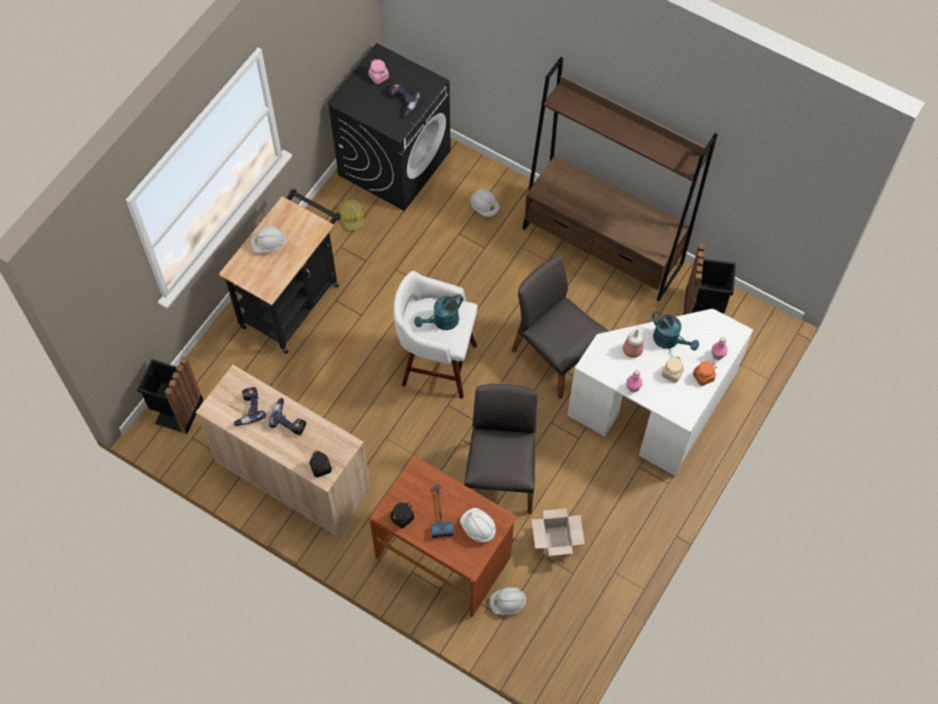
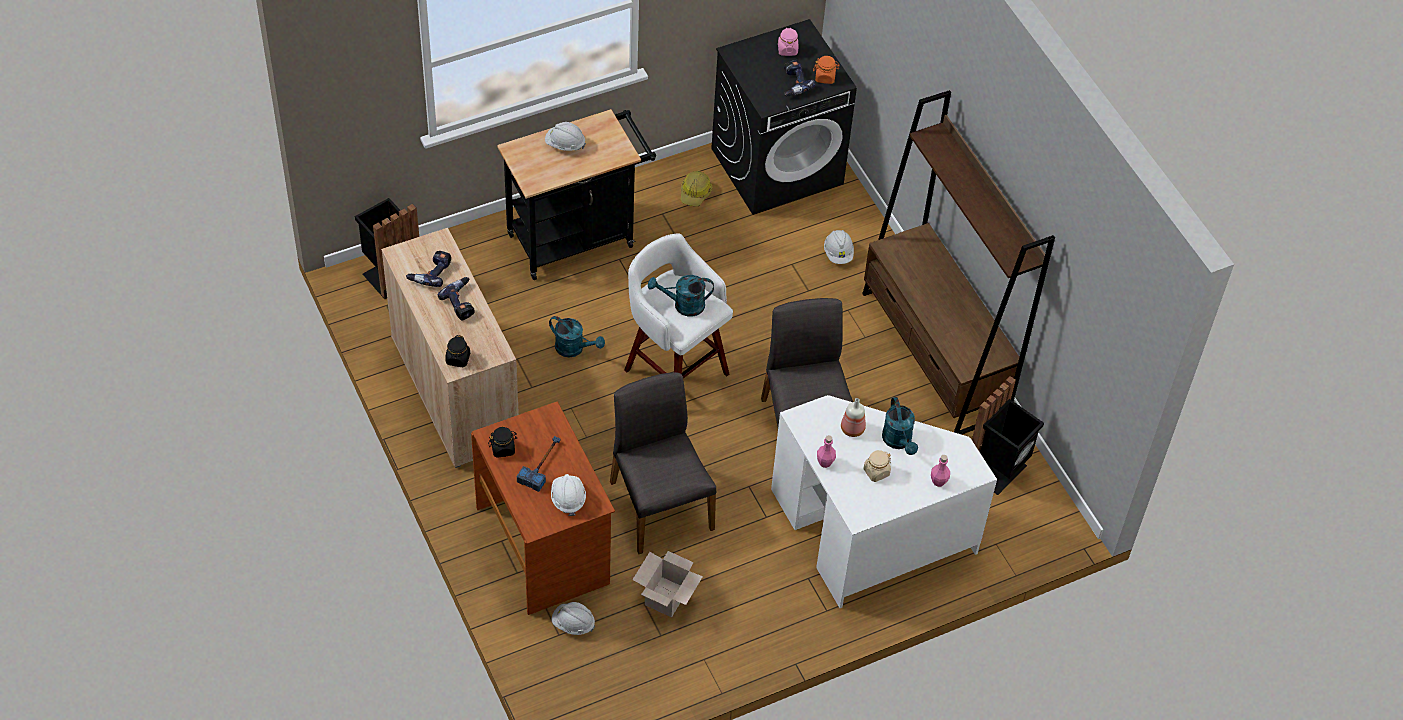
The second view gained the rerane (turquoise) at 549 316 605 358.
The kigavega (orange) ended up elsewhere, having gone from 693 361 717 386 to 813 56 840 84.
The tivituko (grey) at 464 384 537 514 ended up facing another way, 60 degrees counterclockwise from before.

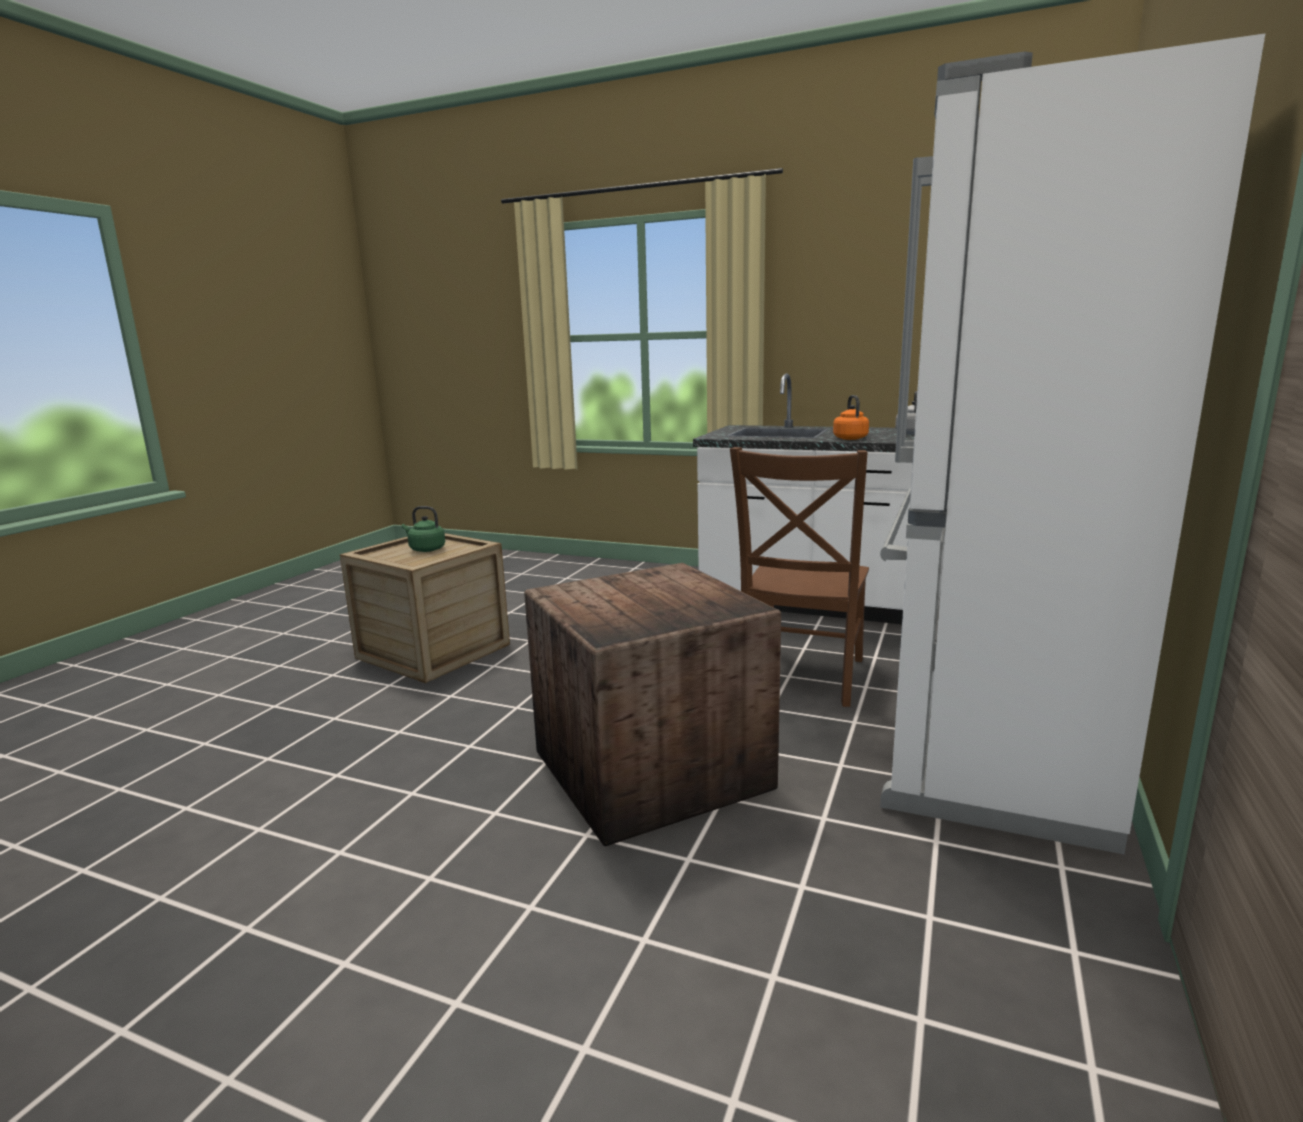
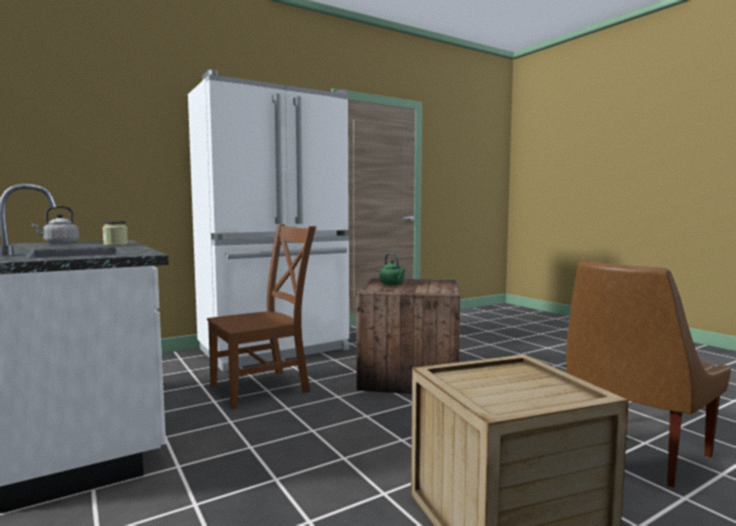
The second view gained the tivituko (brown) at 566 261 731 488.
The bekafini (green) ended up elsewhere, having gone from 402 506 445 552 to 380 253 405 285.
Where the bekafini (orange) stood at 833 395 869 440, the kigavega came to stand at 103 221 128 246.

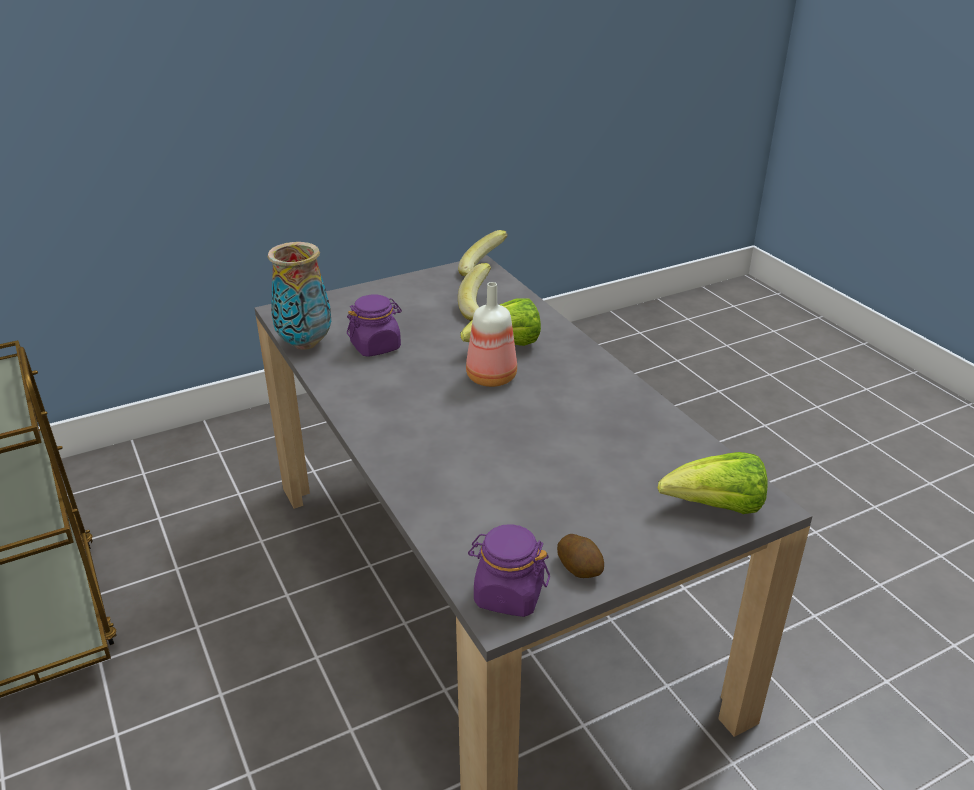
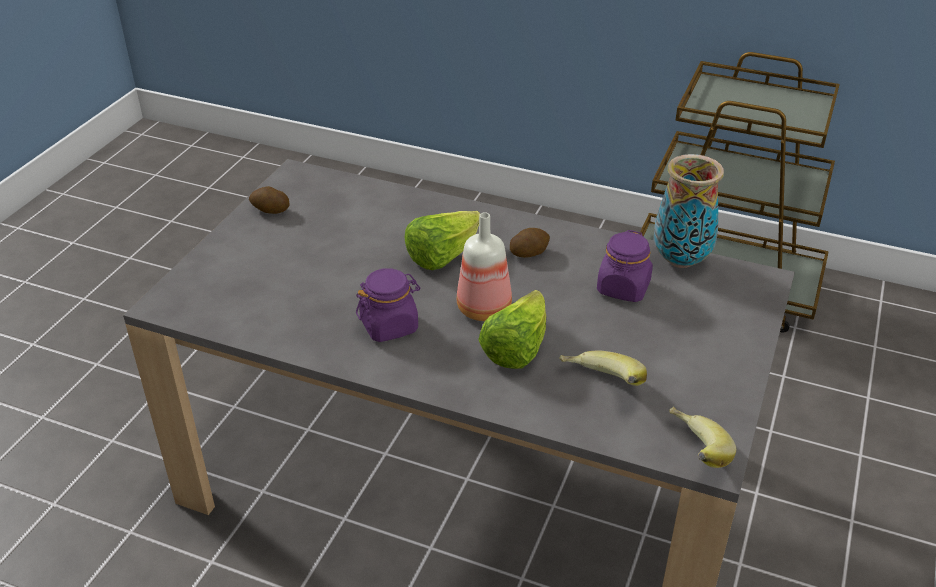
The second view gained the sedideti at 510 228 550 258.
The kigavega (purple) ended up elsewhere, having gone from 468 524 550 617 to 356 268 420 342.
The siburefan ended up elsewhere, having gone from 658 452 768 514 to 404 211 480 270.

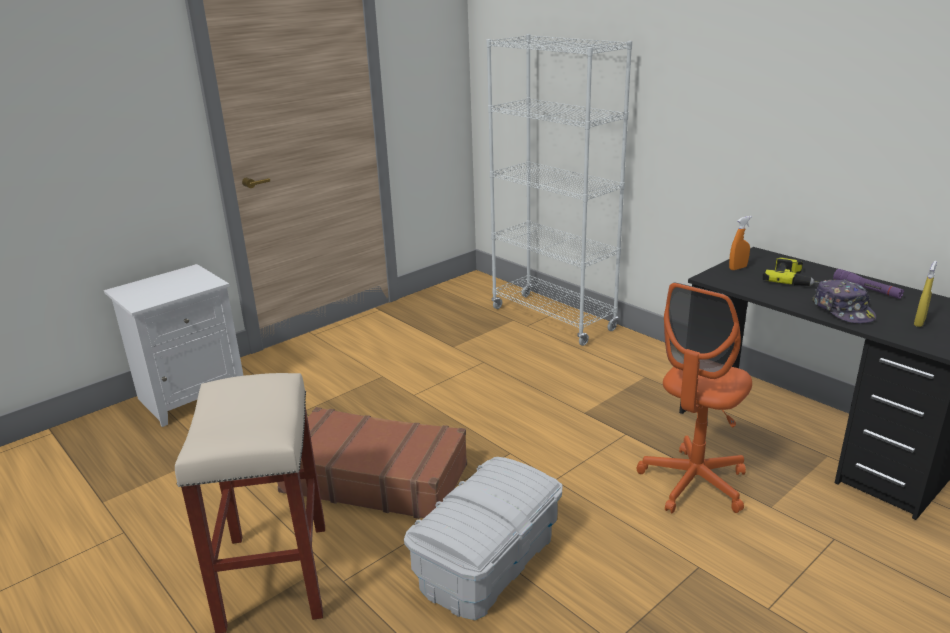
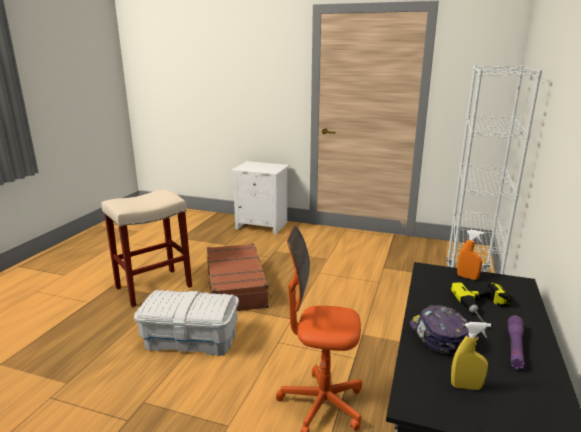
The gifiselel at 812 279 876 324 ended up facing another way, 120 degrees clockwise from before.

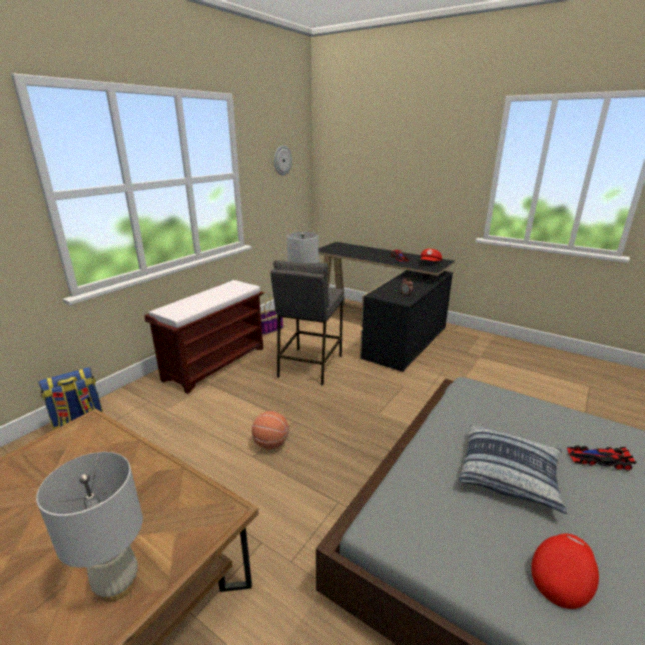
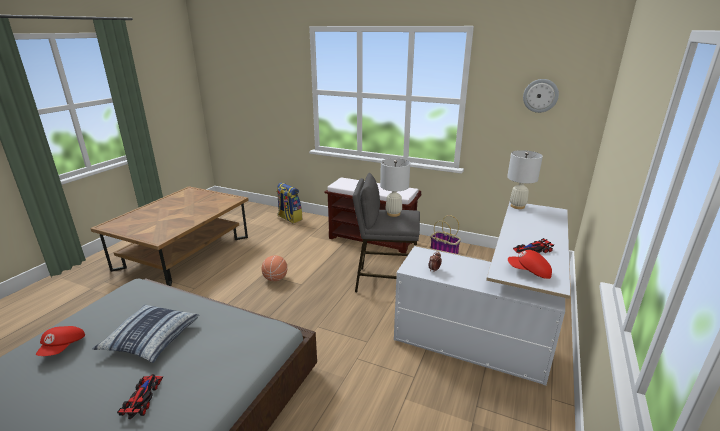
The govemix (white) ended up elsewhere, having gone from 36 452 143 602 to 507 150 543 209.
What was the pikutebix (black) at 318 242 455 372 turned into the pikutebix (white) at 394 202 570 386.
The gifiselel (red) at 531 534 599 609 ended up facing another way, 60 degrees clockwise from before.

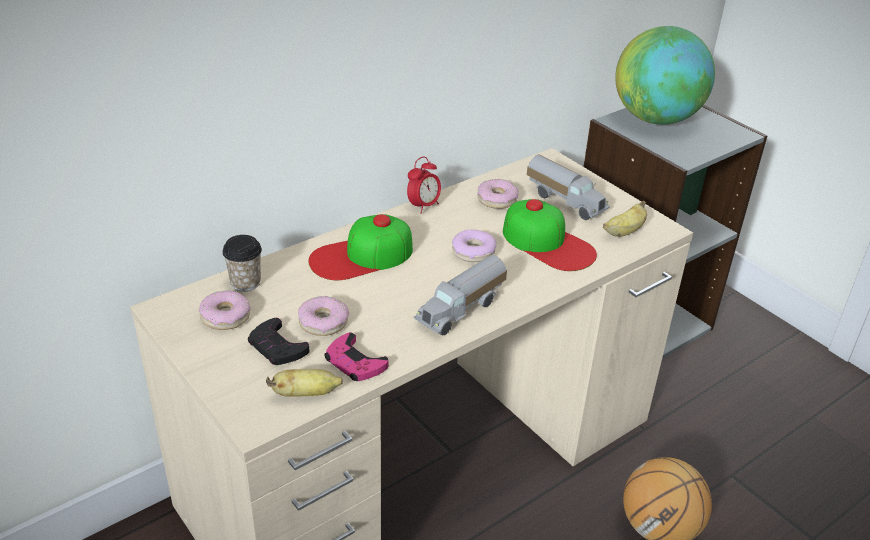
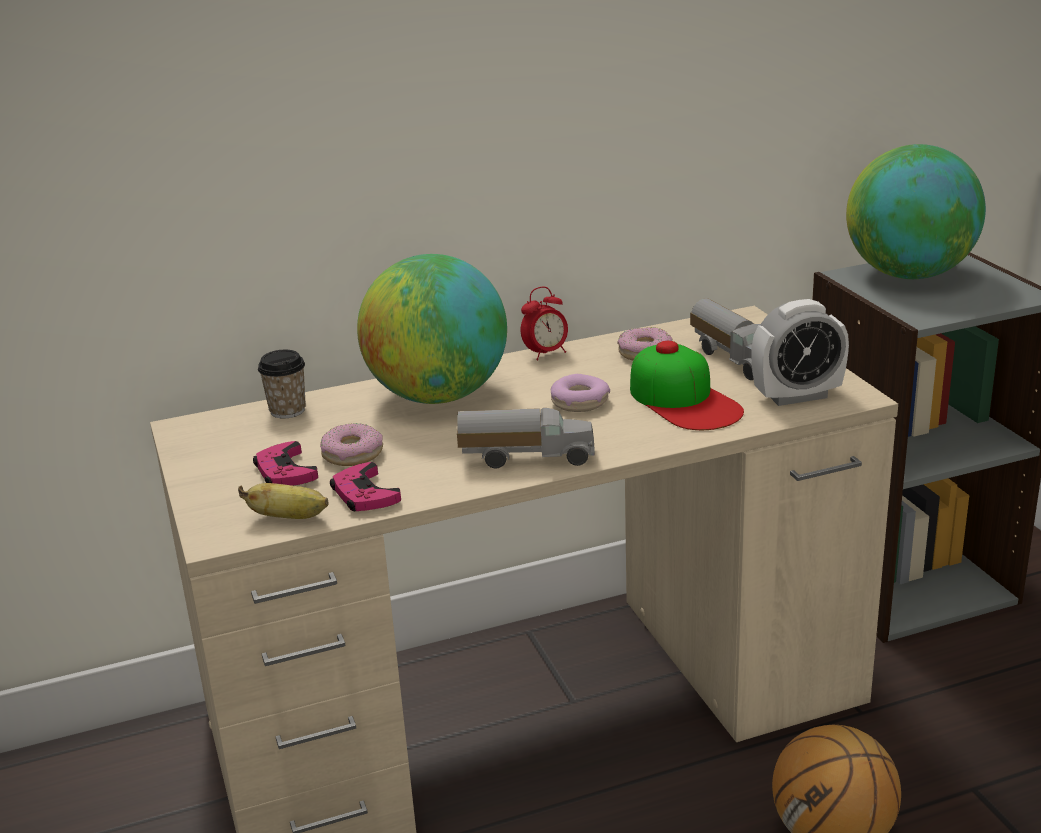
The second view lost the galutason at 199 290 250 330.
Where the gifiselel stood at 308 214 413 280, the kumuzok came to stand at 357 254 507 404.
Where the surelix stood at 603 201 647 237, the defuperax came to stand at 751 299 849 406.
What was the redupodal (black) at 248 318 310 365 turned into the redupodal (pink) at 253 441 318 486.
The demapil at 414 255 507 335 ended up facing another way, 150 degrees counterclockwise from before.

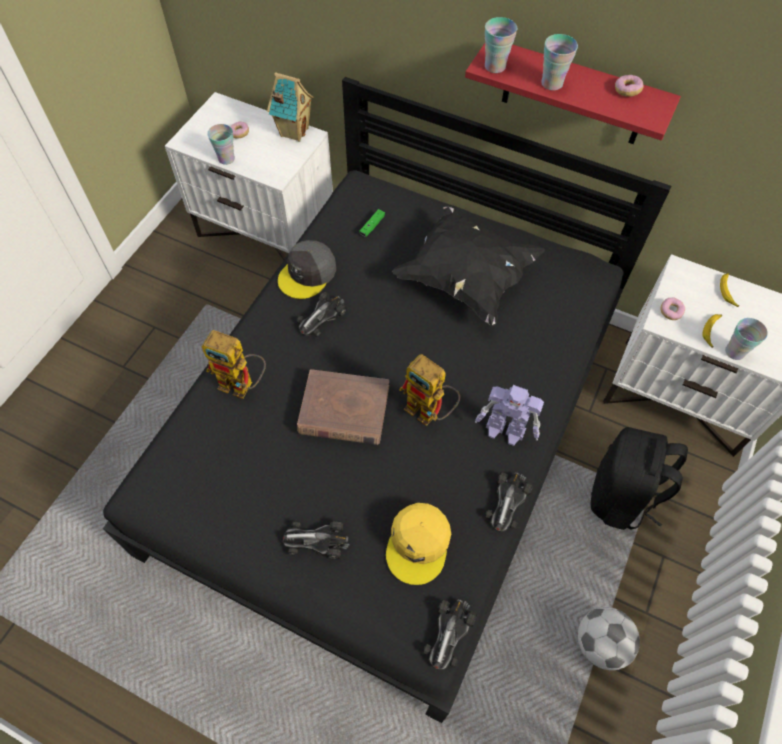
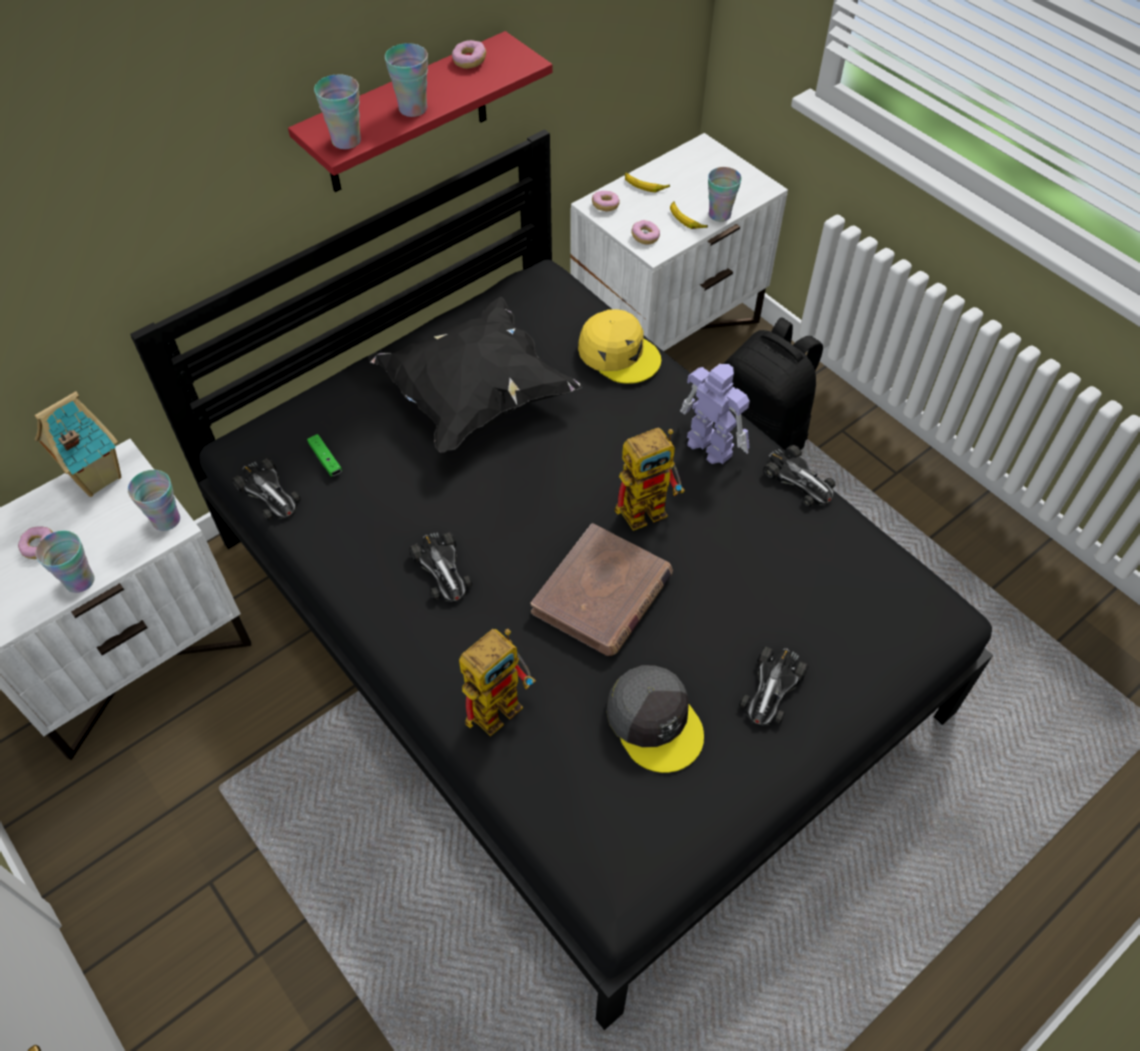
The second view lost the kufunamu at 578 607 640 670.
The second view gained the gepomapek at 128 470 180 531.
The second view gained the galutason at 592 191 620 212.
The gifiselel (grey) ended up elsewhere, having gone from 278 240 336 299 to 606 665 704 773.
The gifiselel (yellow) ended up elsewhere, having gone from 386 503 451 585 to 578 309 661 384.
The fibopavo ended up elsewhere, having gone from 423 599 477 670 to 232 458 301 521.
The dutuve at 475 385 544 446 ended up facing another way, 90 degrees counterclockwise from before.

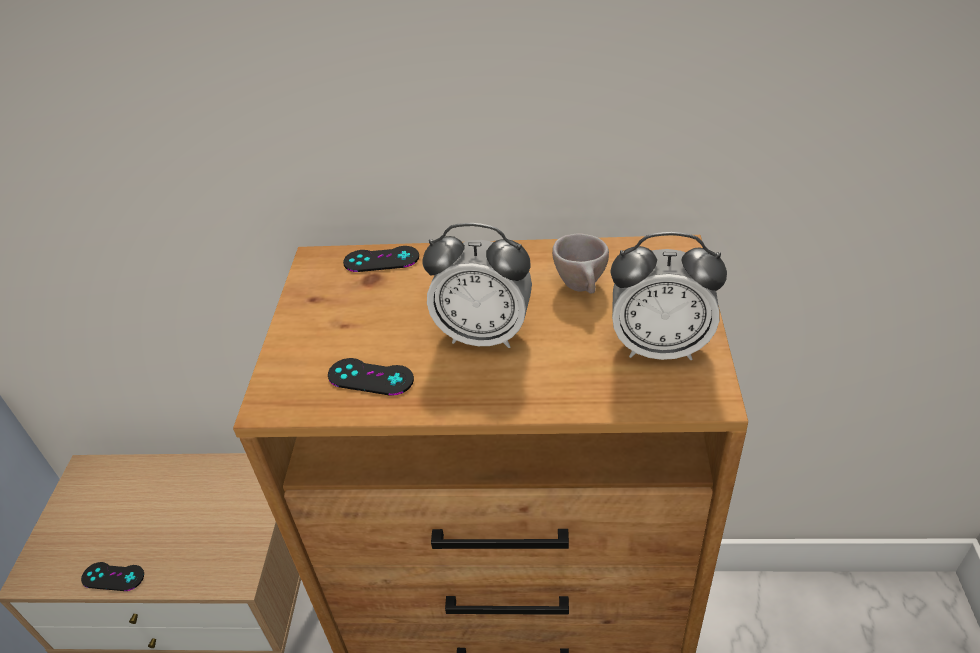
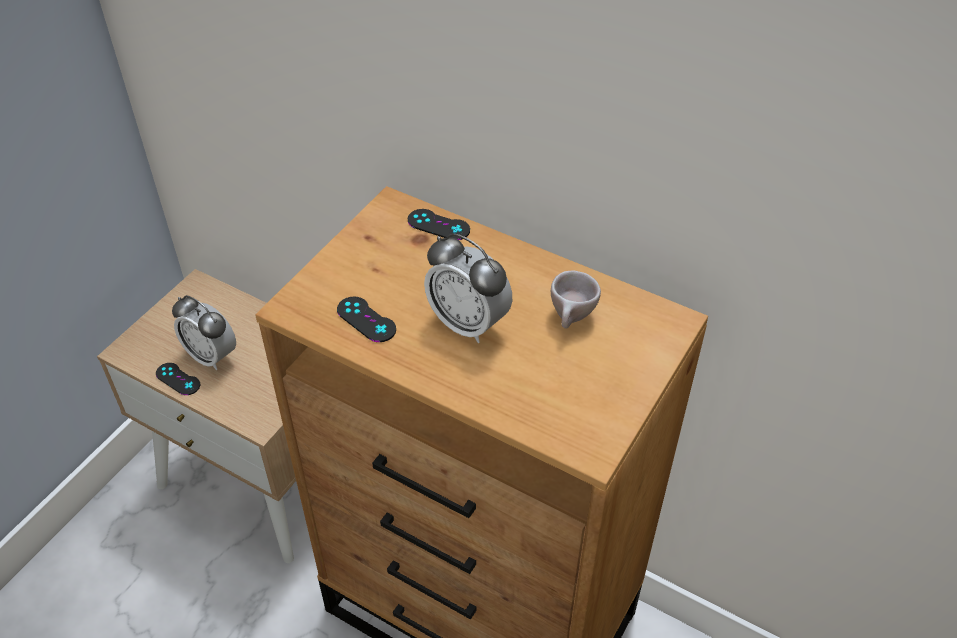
The defuperax ended up elsewhere, having gone from 610 232 727 360 to 172 295 236 370.

